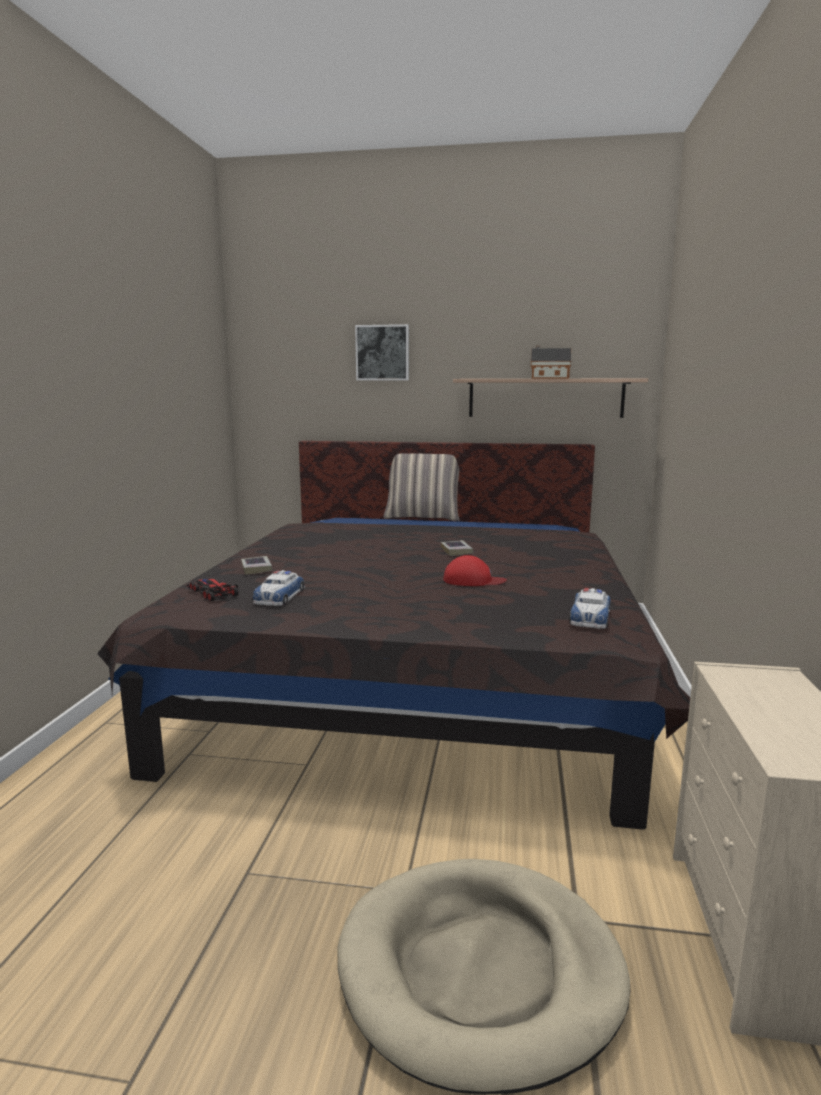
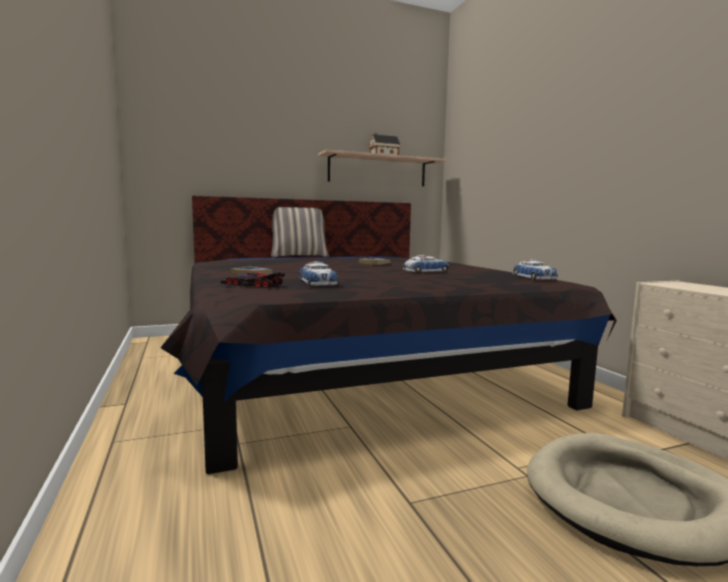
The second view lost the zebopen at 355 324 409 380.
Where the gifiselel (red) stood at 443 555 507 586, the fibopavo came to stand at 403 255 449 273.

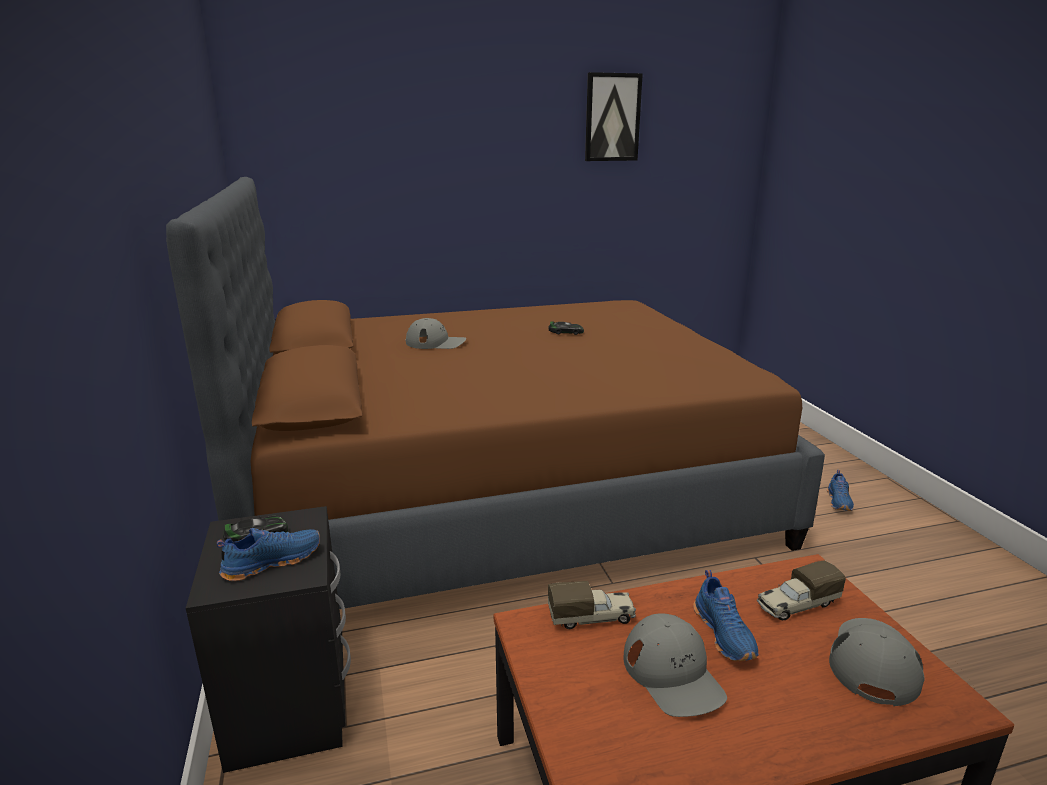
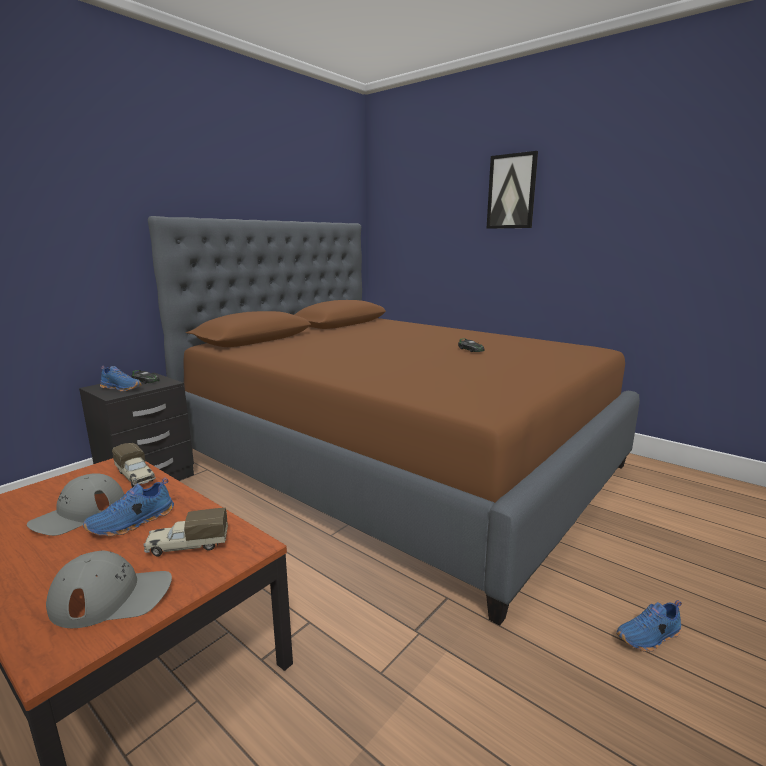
The second view lost the gifiselel (grey) at 406 318 466 349.
The zebopen ended up elsewhere, having gone from 585 72 643 161 to 487 151 538 229.
The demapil at 757 560 846 620 ended up facing another way, 45 degrees counterclockwise from before.

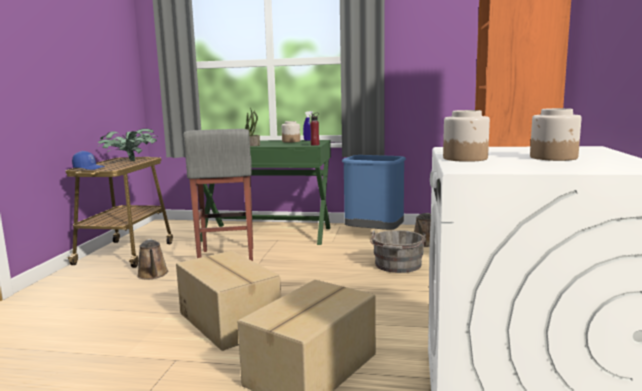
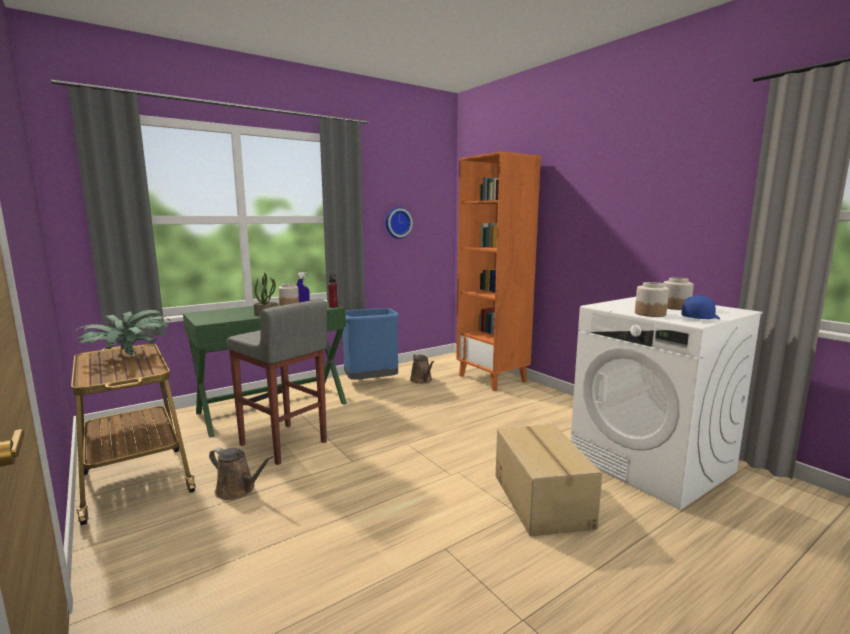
The second view lost the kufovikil at 176 250 281 351.
The second view lost the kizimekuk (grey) at 370 230 426 273.
The second view gained the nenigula at 386 207 413 239.
The gifiselel (blue) ended up elsewhere, having gone from 72 151 105 170 to 681 295 720 319.

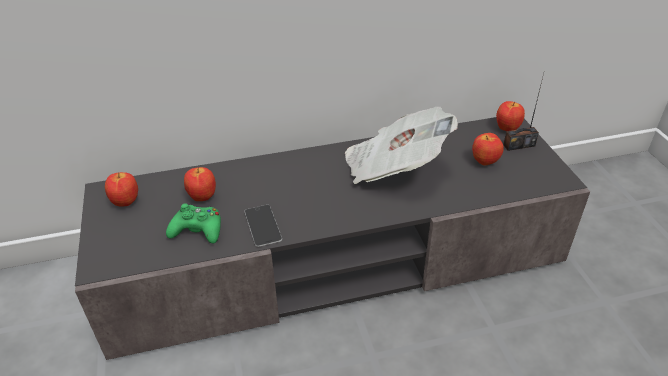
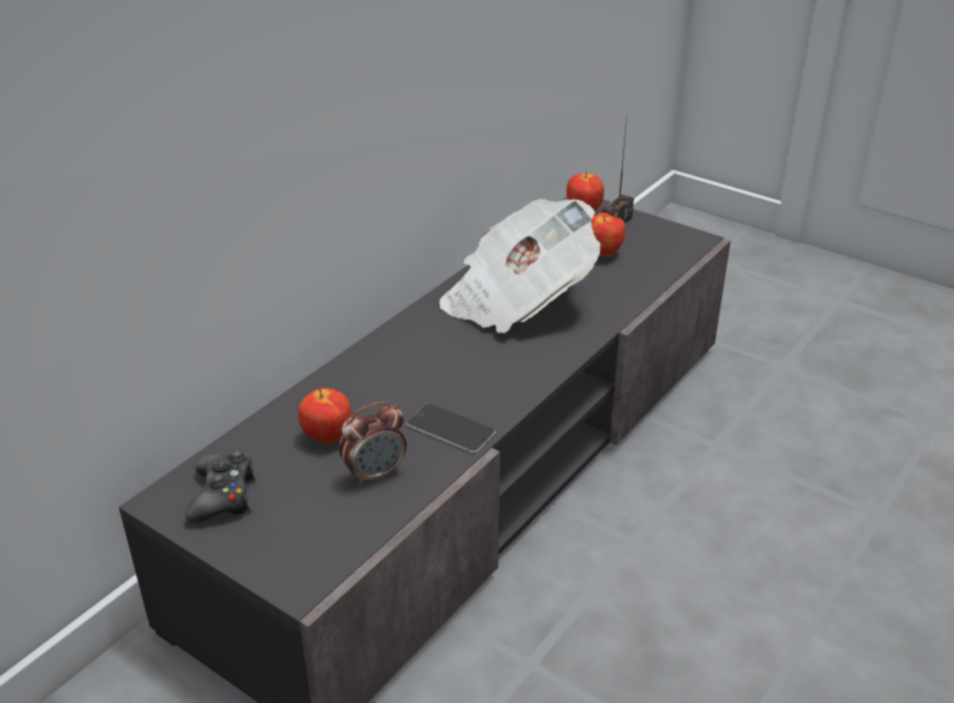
Where the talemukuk stood at 105 172 138 206, the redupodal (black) came to stand at 185 450 257 523.
Where the redupodal (green) stood at 166 203 221 243, the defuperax came to stand at 339 402 407 486.

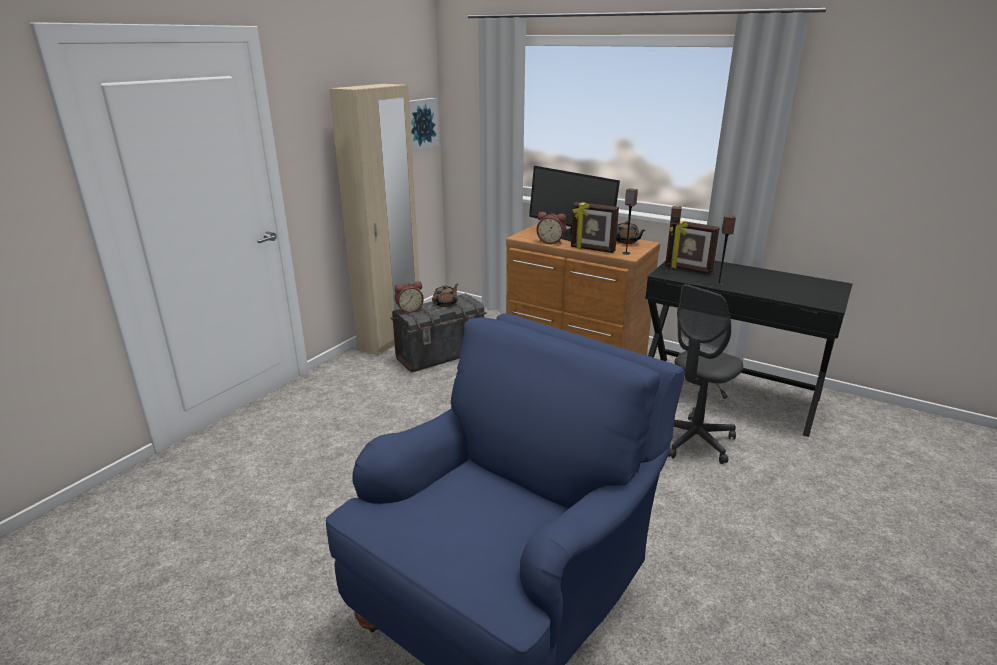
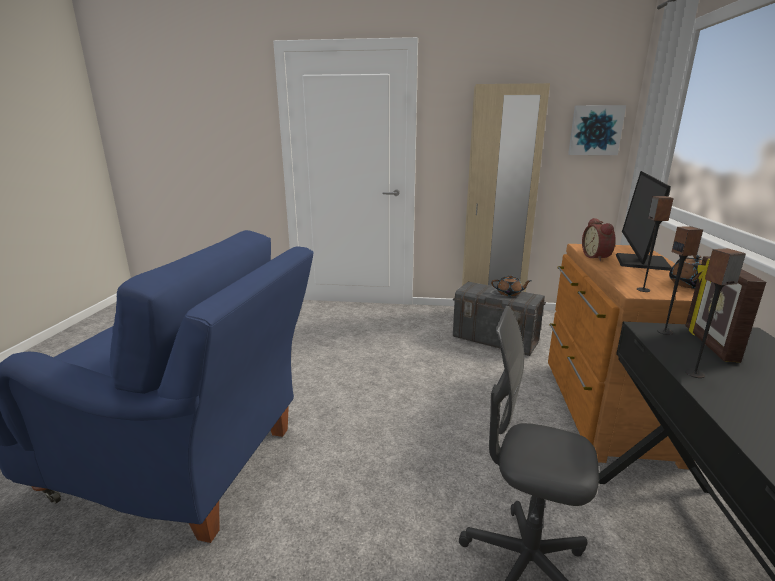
The second view lost the defuperax at 394 281 424 313.
The second view lost the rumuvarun at 571 202 619 253.

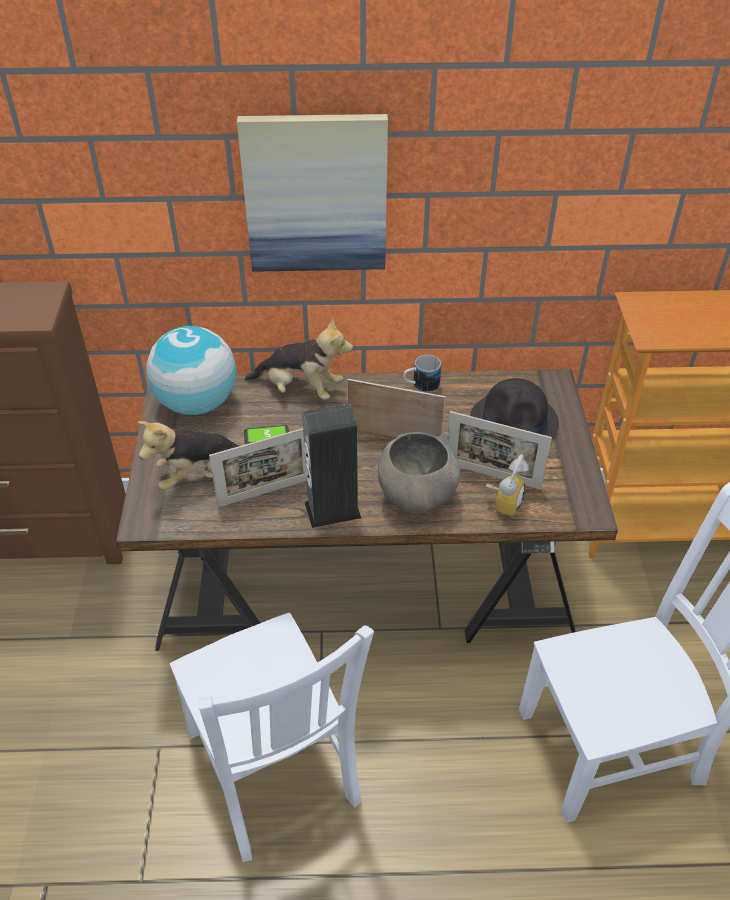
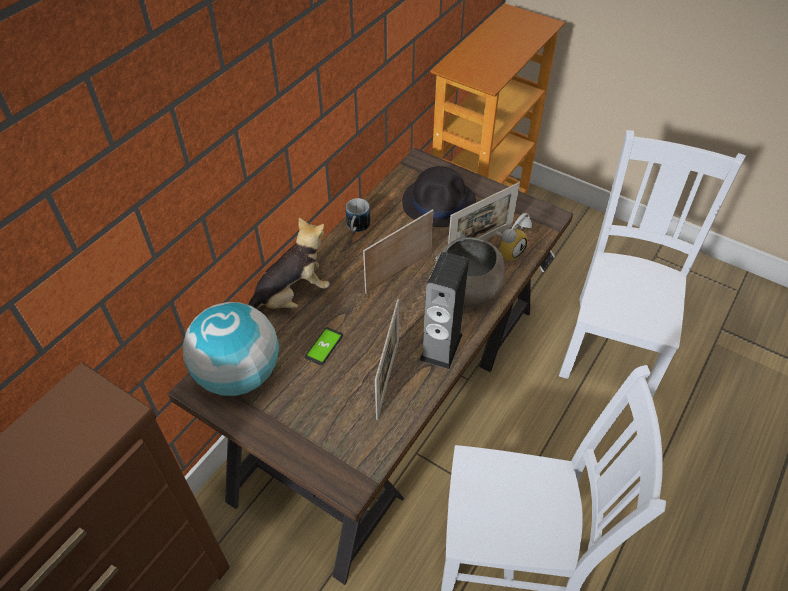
The second view lost the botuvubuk at 138 421 239 490.
The second view lost the zebopen at 237 114 388 272.
The defuperax at 486 454 529 517 ended up facing another way, 75 degrees clockwise from before.

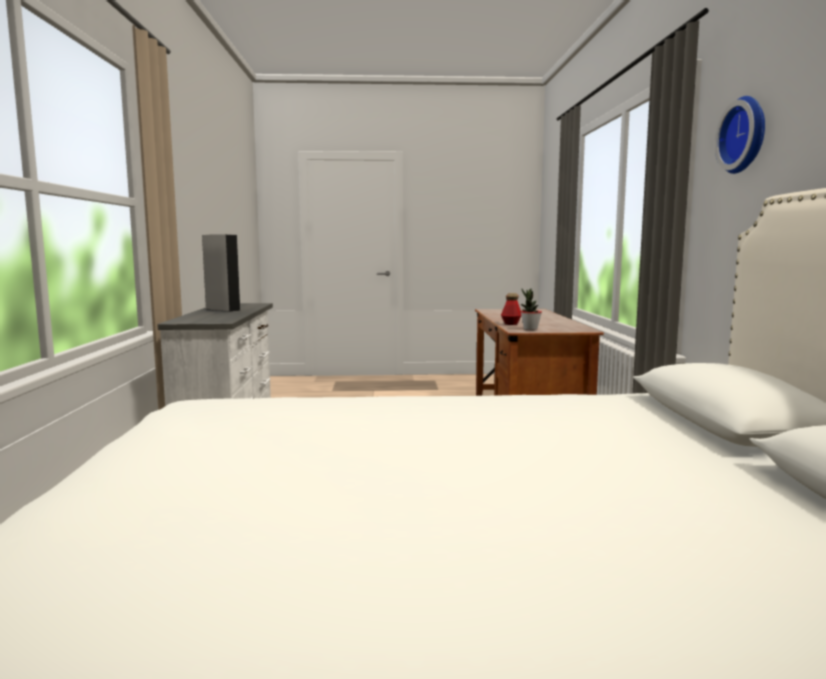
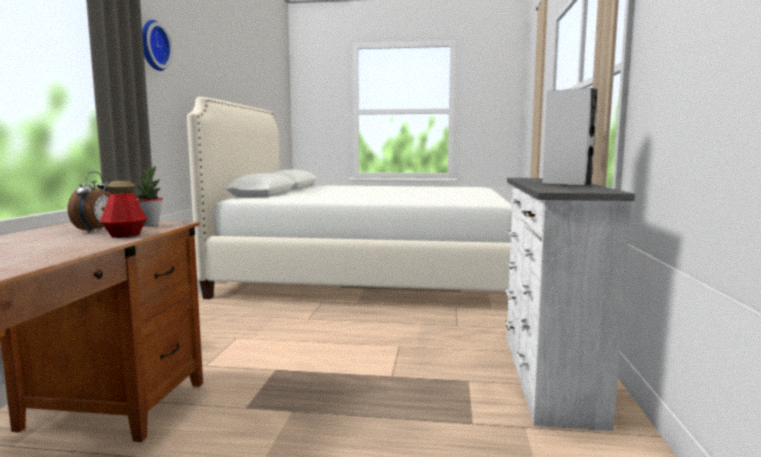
The second view gained the defuperax at 68 171 110 233.

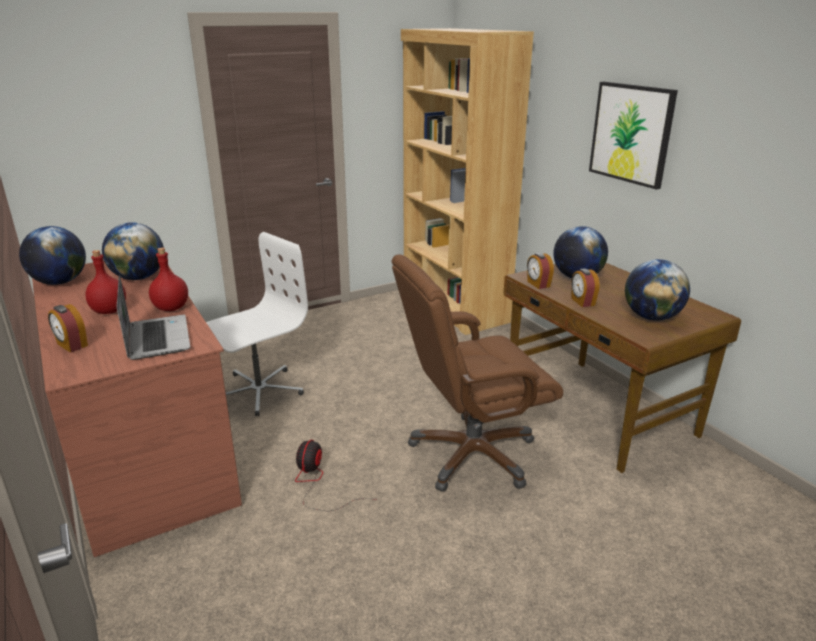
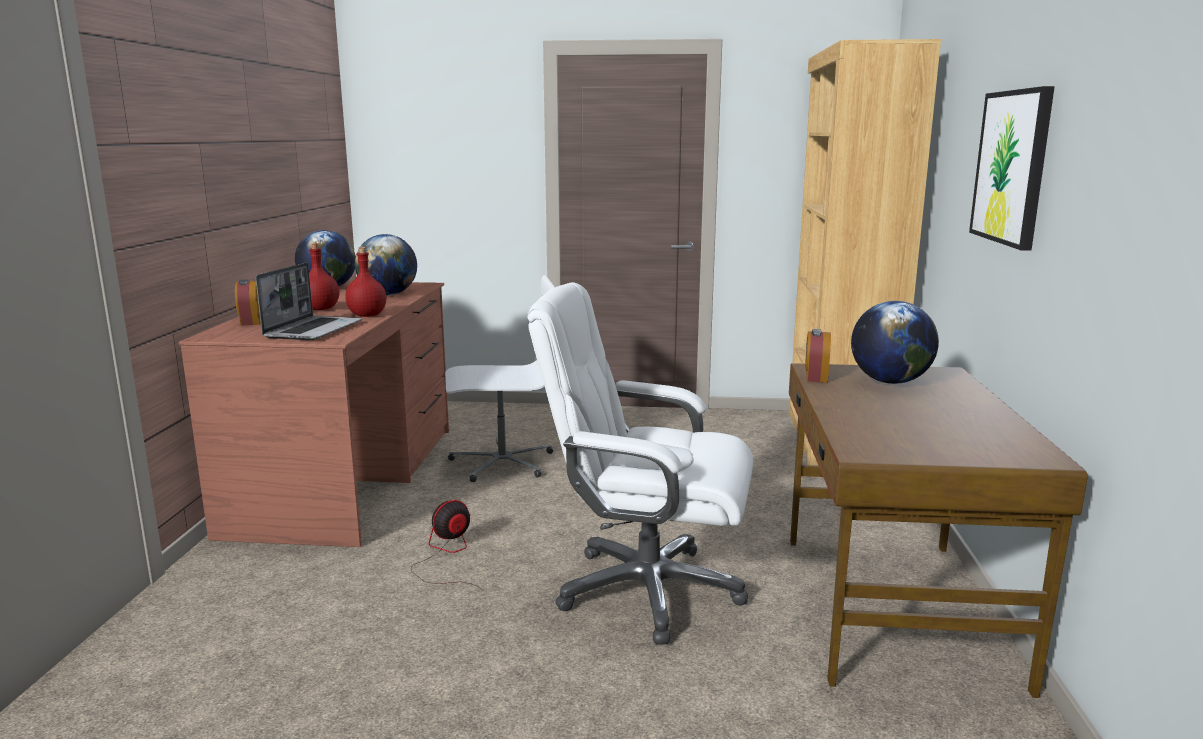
The second view lost the defuperax at 571 269 599 307.
The second view lost the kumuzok at 625 259 690 321.
What was the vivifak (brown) at 392 255 563 492 turned into the vivifak (white) at 527 282 753 645.

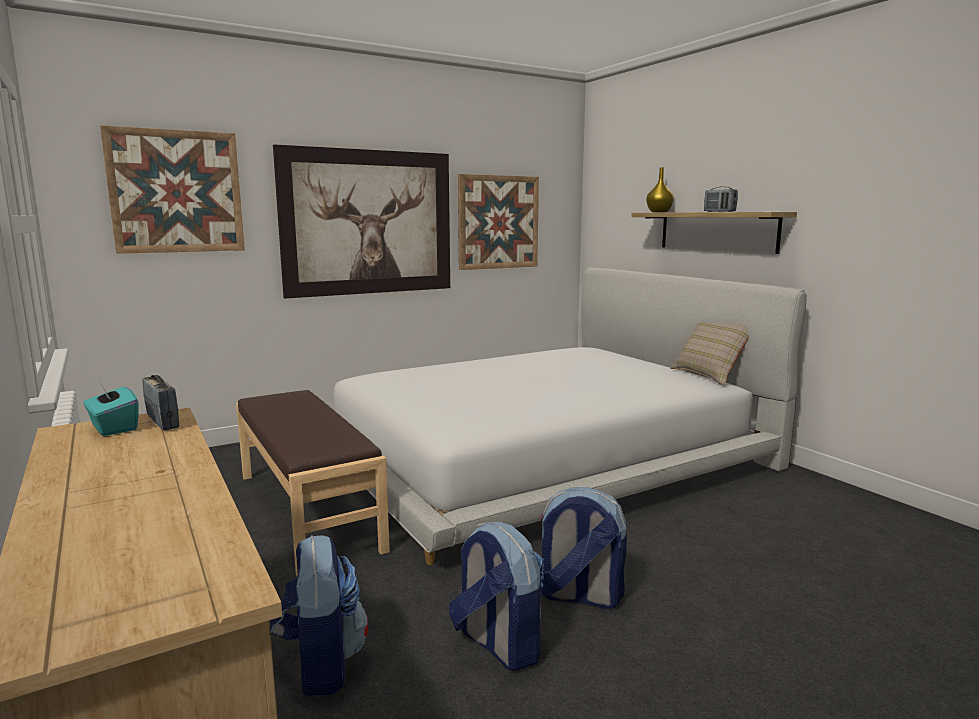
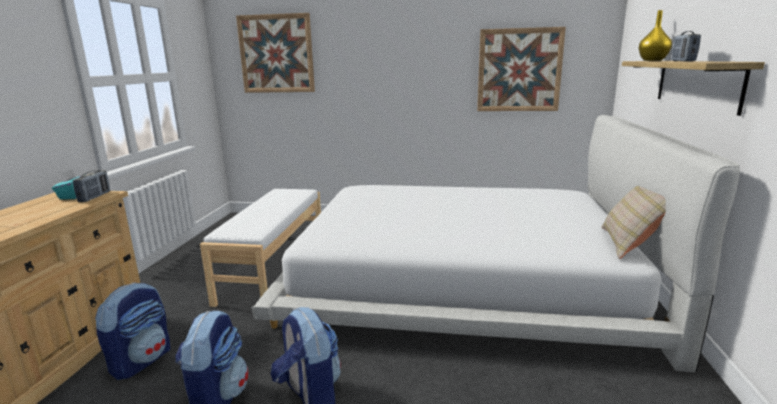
The second view lost the zebopen at 273 145 450 299.
What was the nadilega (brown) at 236 390 390 576 turned into the nadilega (white) at 200 189 321 307.

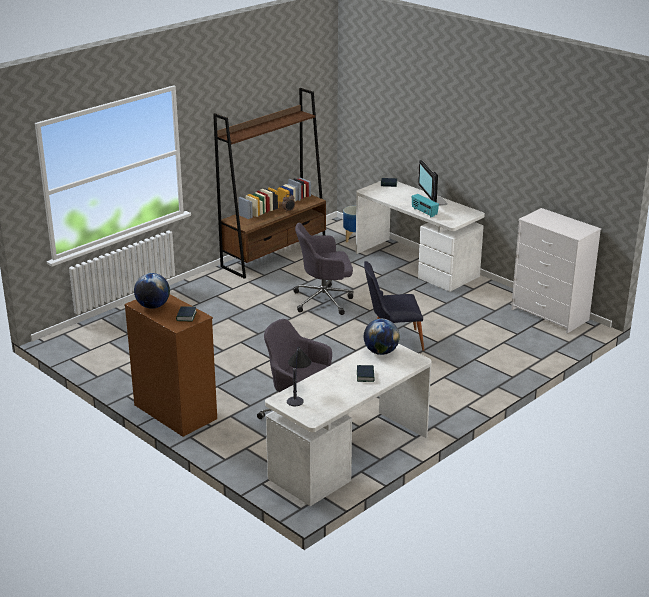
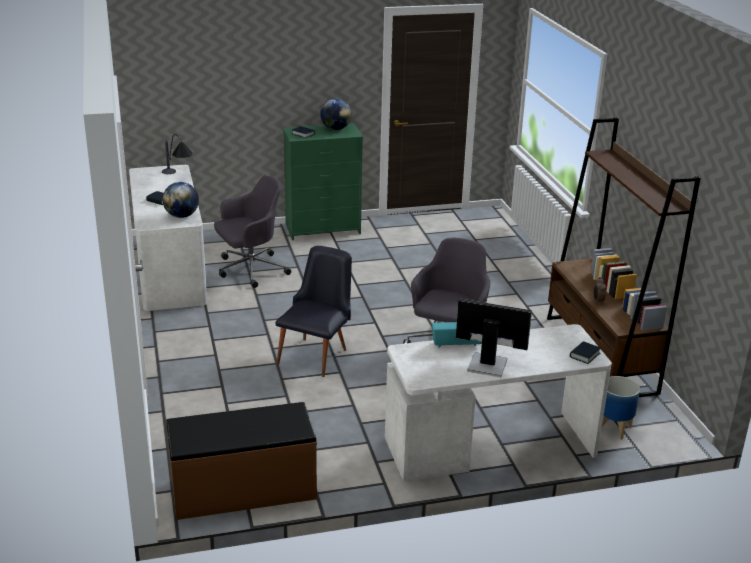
Where the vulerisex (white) stood at 511 208 601 333, the nadilega (brown) came to stand at 166 402 317 520.
What was the vulerisex (brown) at 124 294 217 437 turned into the vulerisex (green) at 283 123 363 240.

